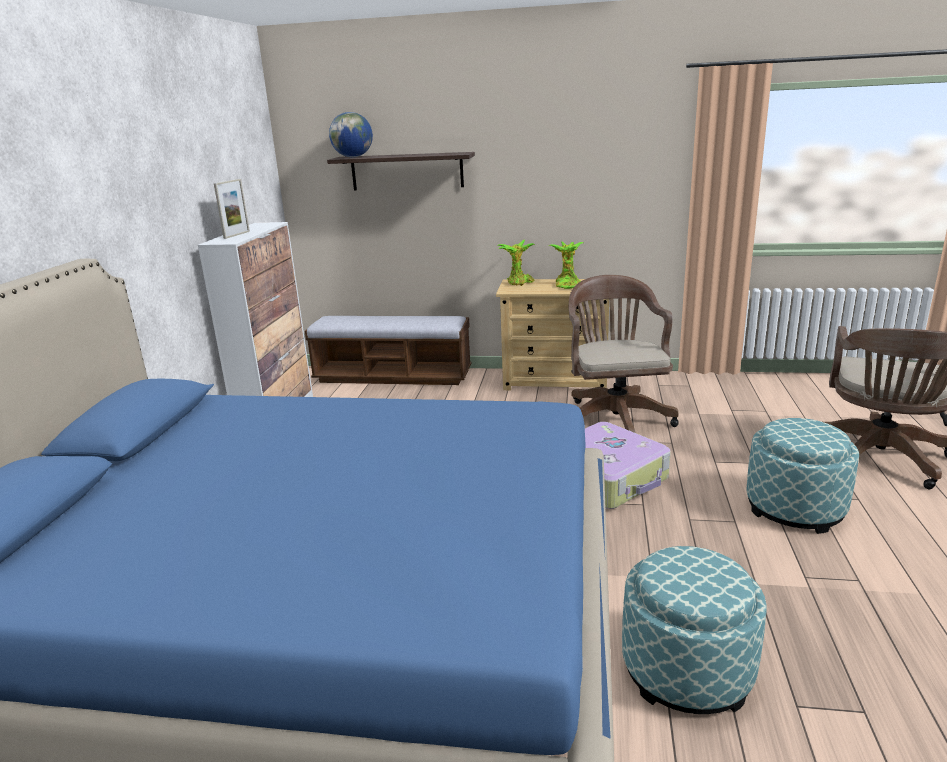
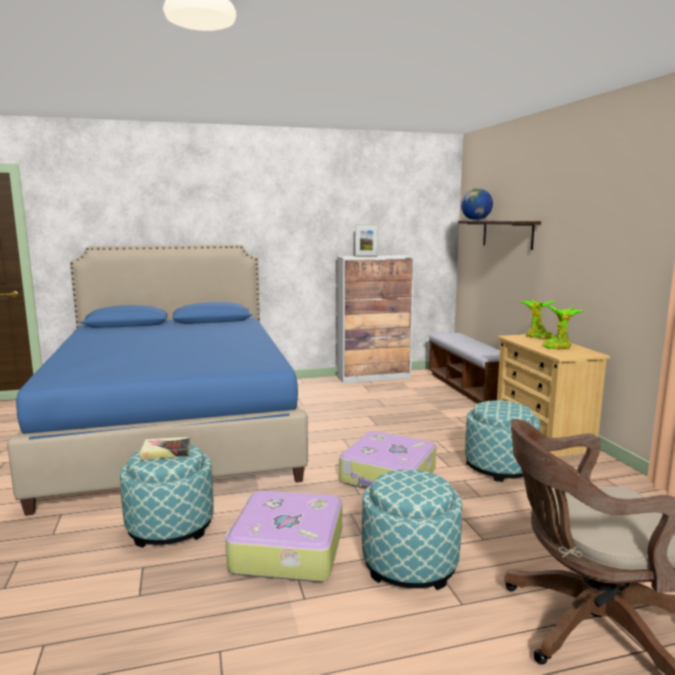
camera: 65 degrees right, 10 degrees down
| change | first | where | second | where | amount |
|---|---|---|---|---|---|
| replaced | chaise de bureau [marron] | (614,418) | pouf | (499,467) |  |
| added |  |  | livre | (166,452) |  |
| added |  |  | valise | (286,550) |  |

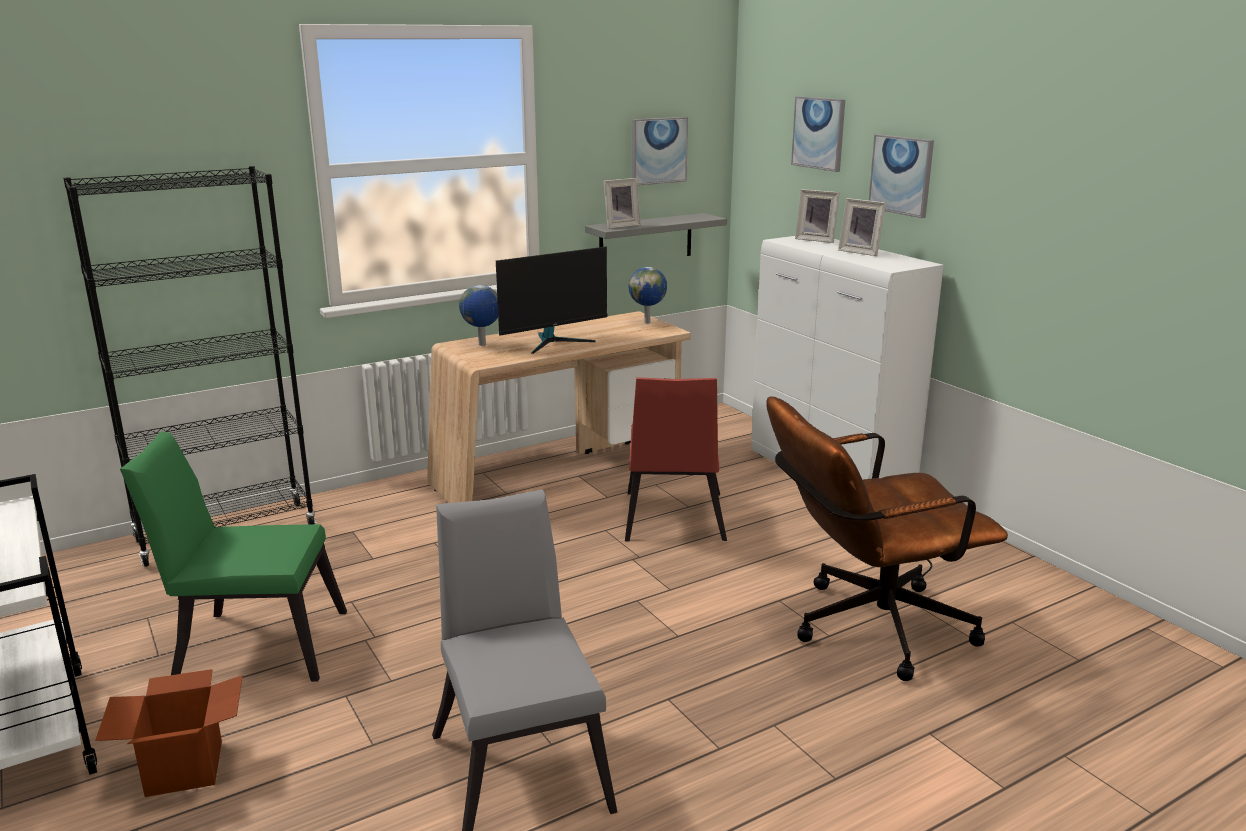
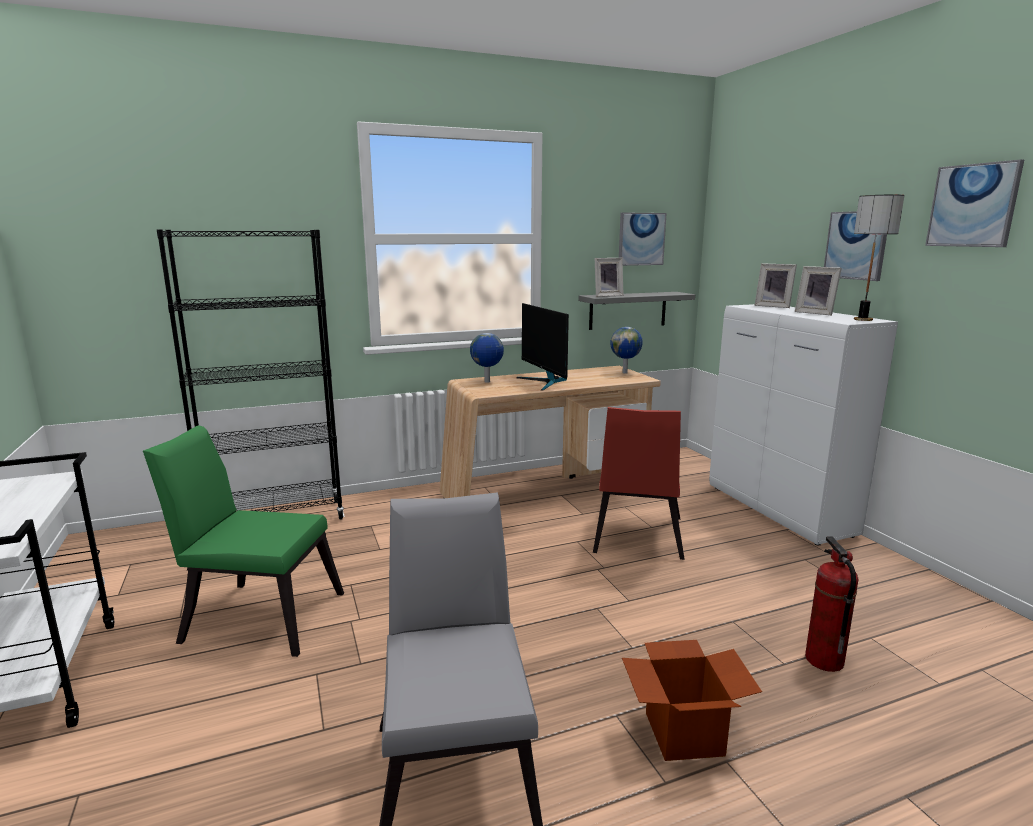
camera: 10 degrees right, 5 degrees down
| change | first | where | second | where | amount |
|---|---|---|---|---|---|
| moved | tableau | (819,133) |  | (973,205) |  |
| turned | écran d'ordinateur | (553,342) |  | (545,382) | 90 degrees clockwise |
| replaced | chaise de bureau [marron] | (866,628) | extincteur | (823,660) |  |
| moved | carton | (185,768) |  | (684,734) |  |
| added |  |  | lampe de table | (863,319) |  |

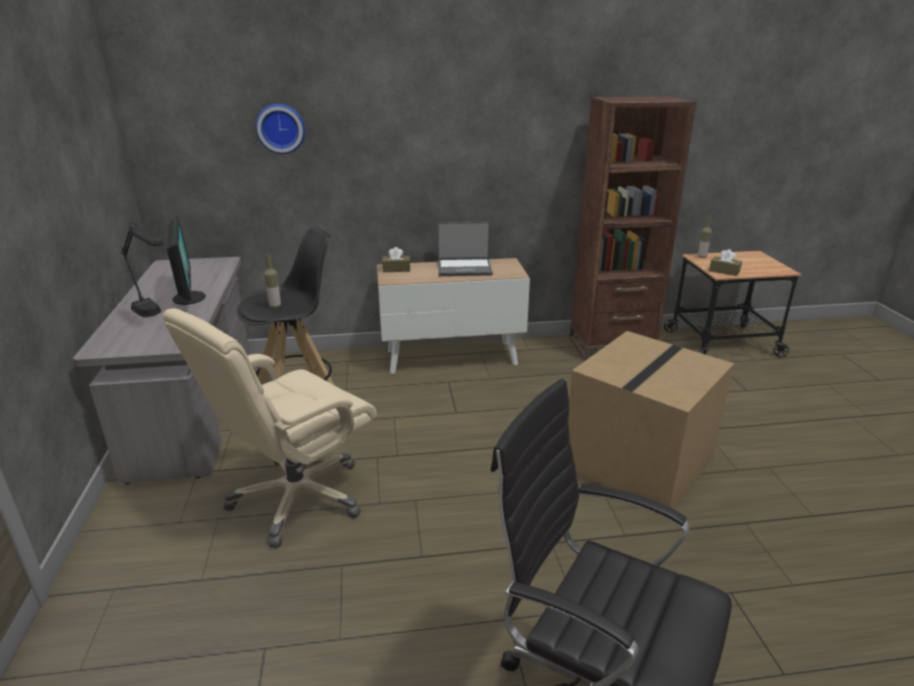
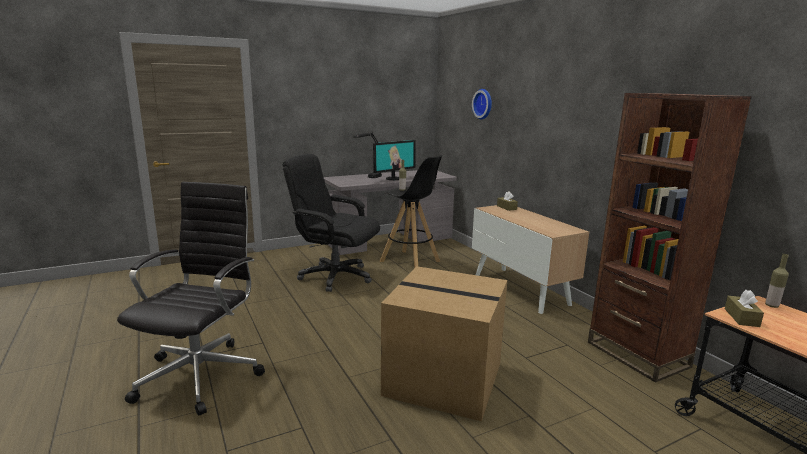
camera: 70 degrees right, 10 degrees down
| change | first | where | second | where | amount |
|---|---|---|---|---|---|
| removed | ordinateur portable | (464,268) |  |  |  |
| recoloured | chaise de bureau [beige] | (297,499) | chaise de bureau [noir] | (335,276) |  |

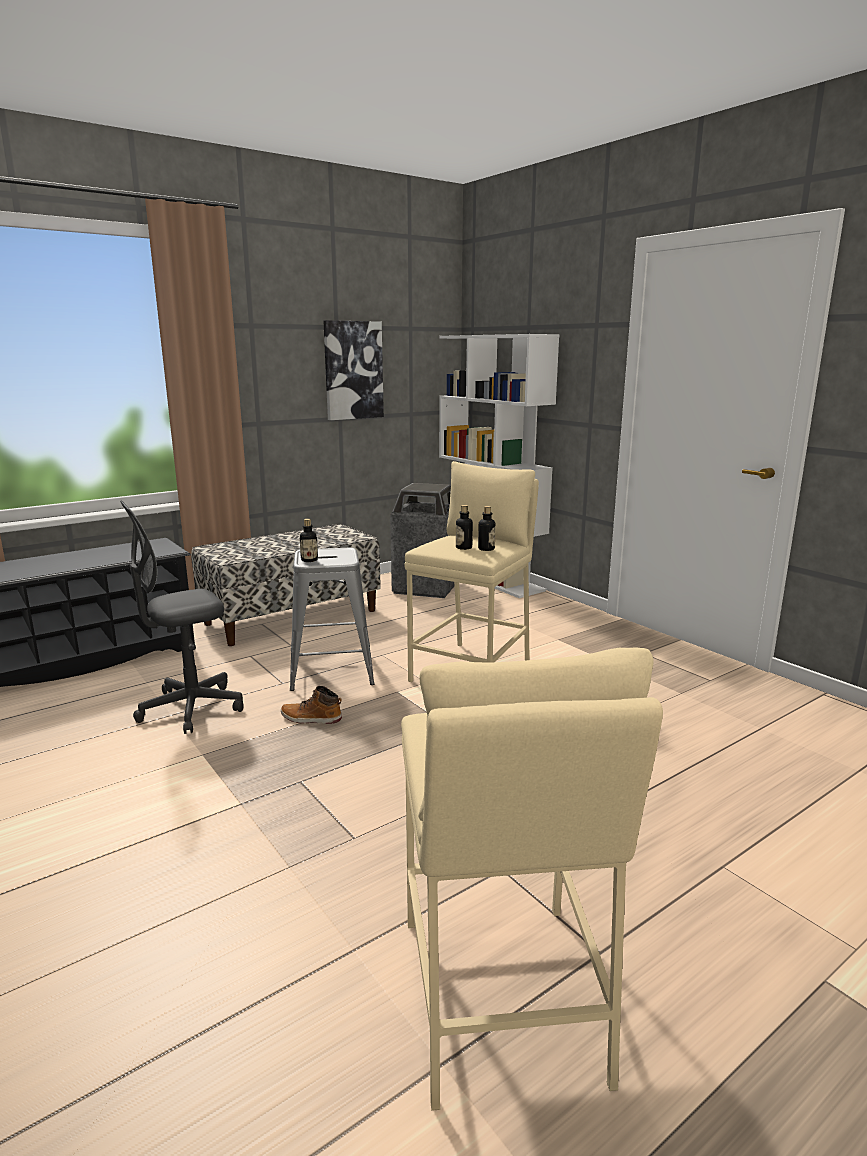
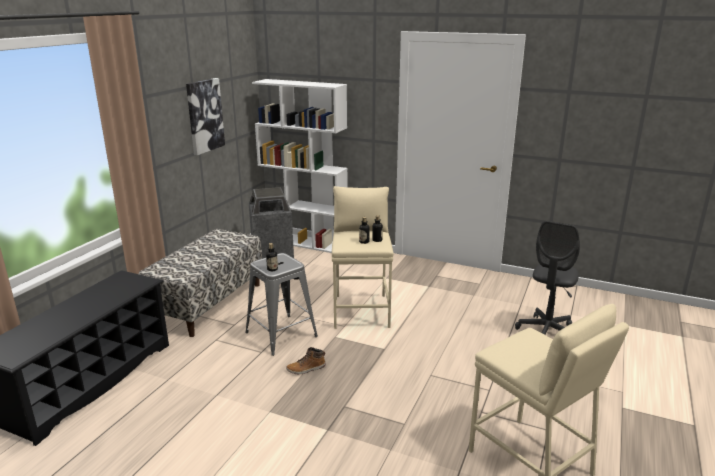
camera: 30 degrees left, 5 degrees up
| change | first | where | second | where | amount |
|---|---|---|---|---|---|
| moved | chaise de bureau [gris] | (191,708) |  | (546,332) |  |

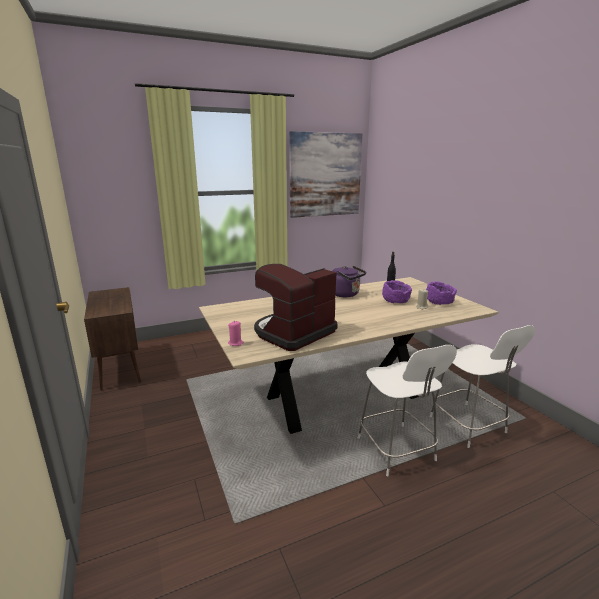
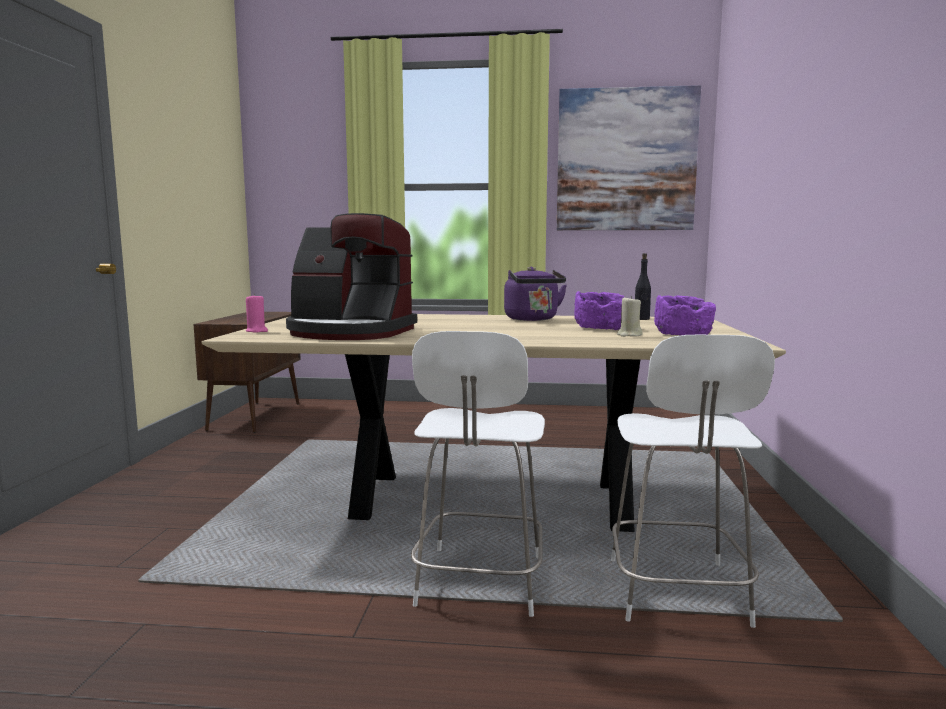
camera: 30 degrees right, 10 degrees down
| change | first | where | second | where | amount |
|---|---|---|---|---|---|
| turned | machine à café | (293,333) |  | (350,332) | 150 degrees counterclockwise |

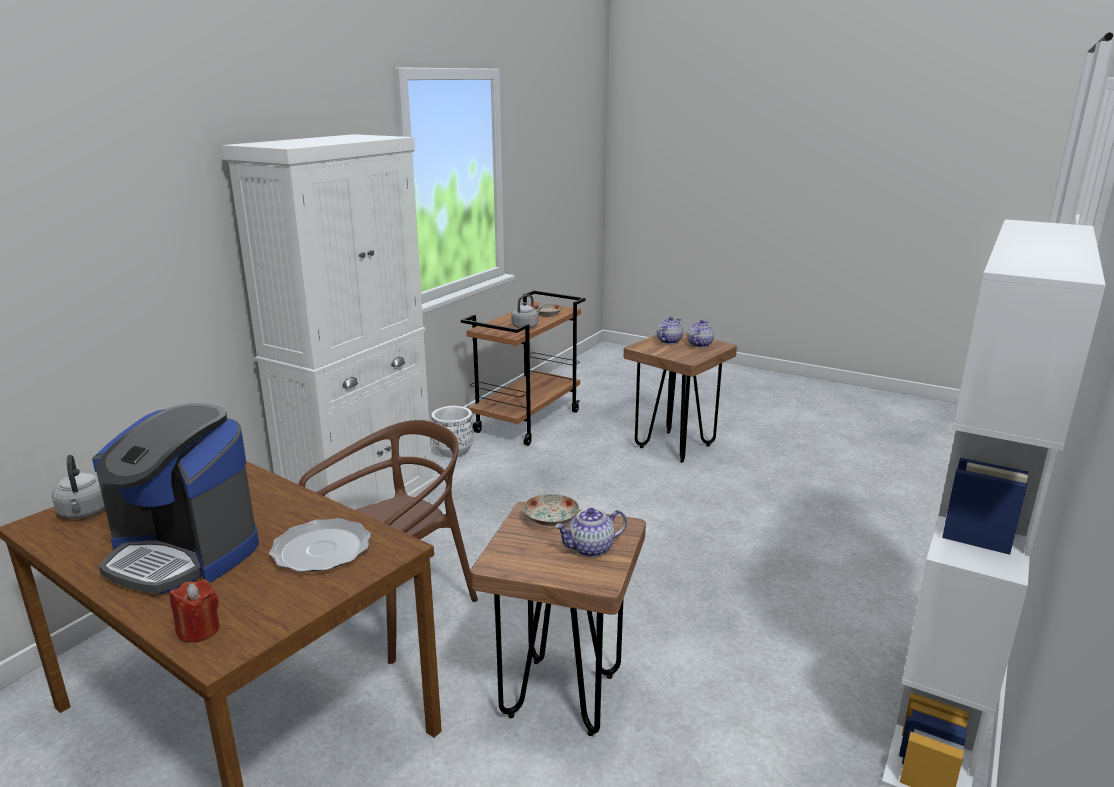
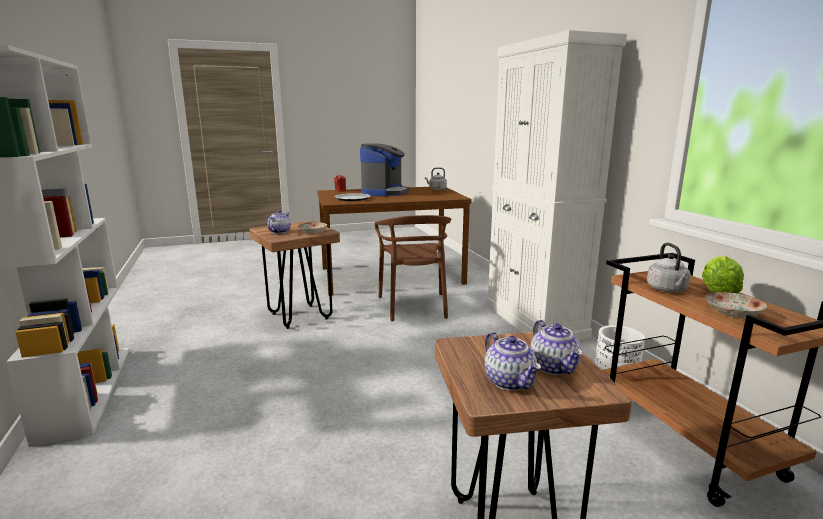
camera: 130 degrees right, 5 degrees down
| change | first | where | second | where | amount |
|---|---|---|---|---|---|
| turned | machine à café | (184,554) |  | (384,192) | 135 degrees clockwise |
| added |  |  | laitue | (717,291) |  |

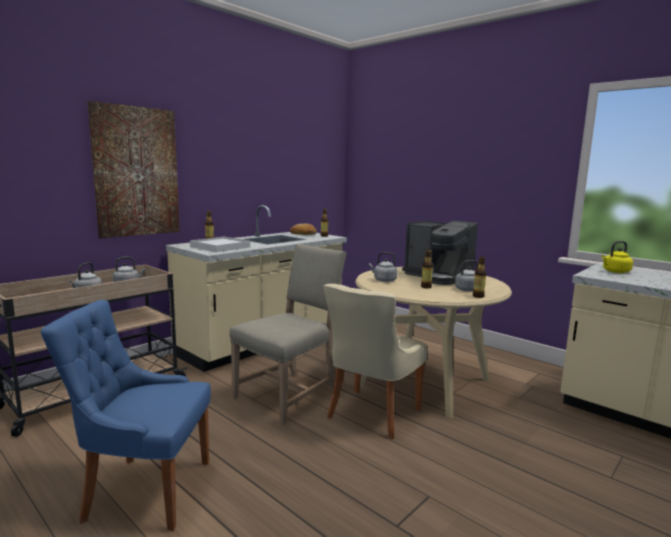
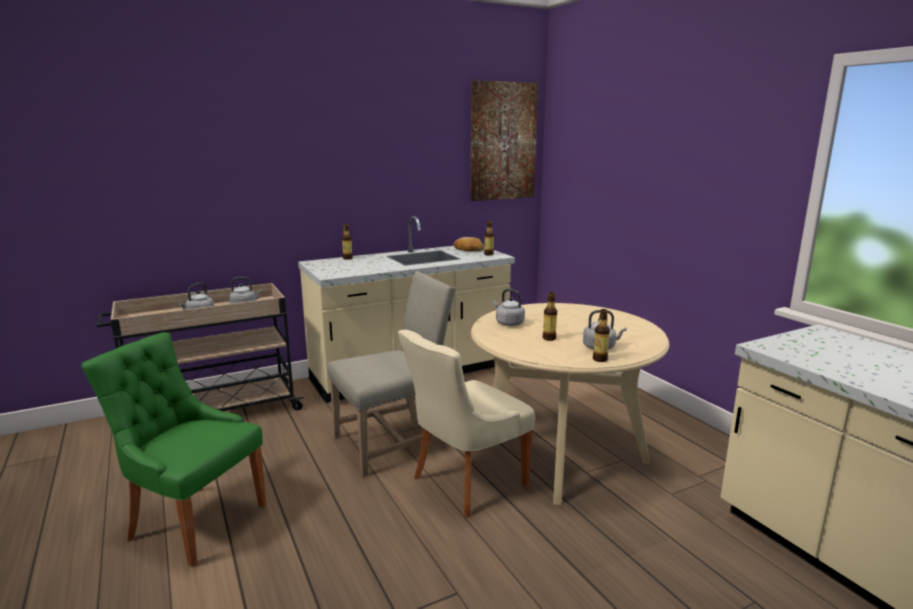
camera: 20 degrees right, 5 degrees up
| change | first | where | second | where | amount |
|---|---|---|---|---|---|
| moved | tableau | (136,172) |  | (503,141) |  |
| removed | machine à café | (438,277) |  |  |  |
| removed | plateau [blanc] | (220,247) |  |  |  |
| removed | bouilloire [jaune] | (615,272) |  |  |  |
| recoloured | chaise [bleu] | (144,490) | chaise [vert] | (194,521) |  |

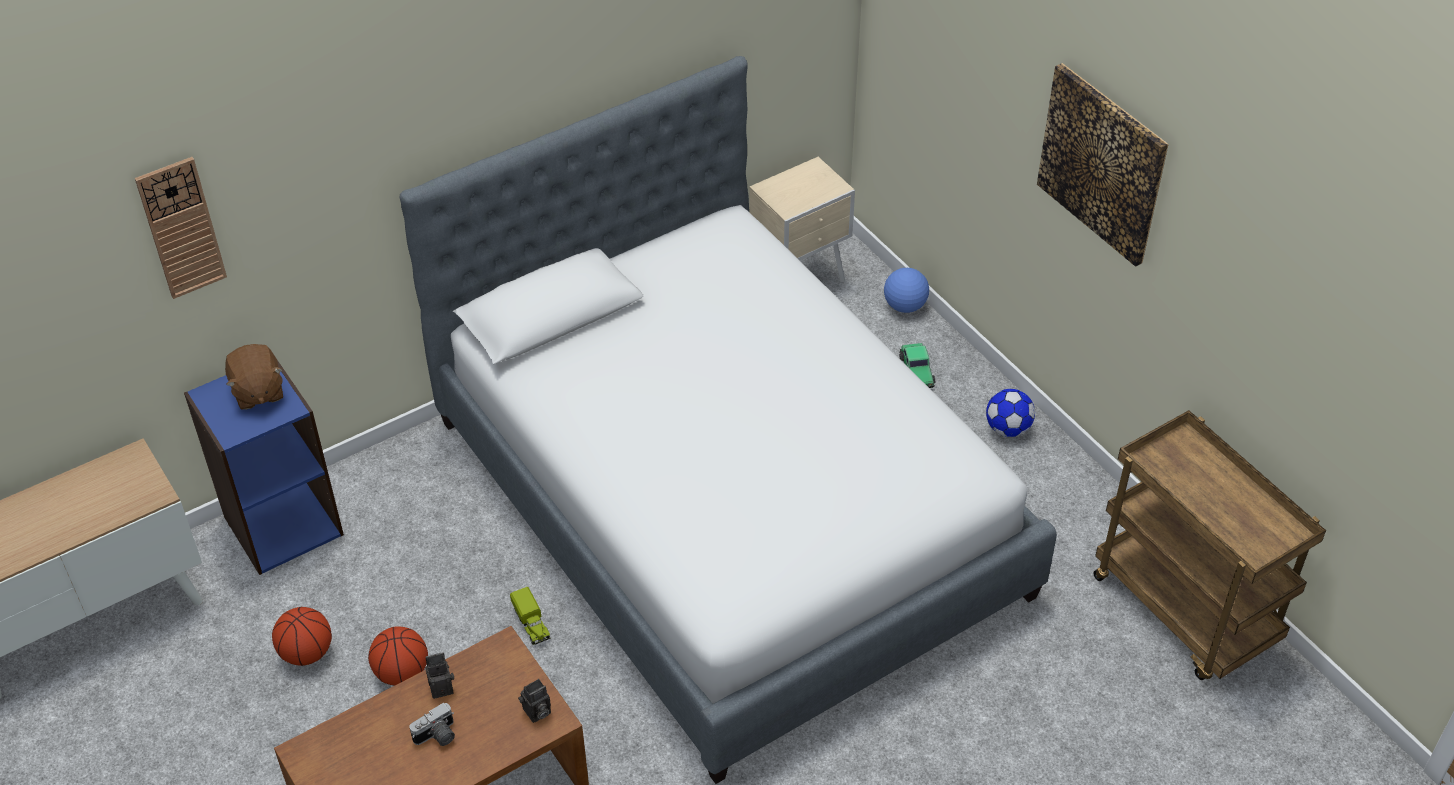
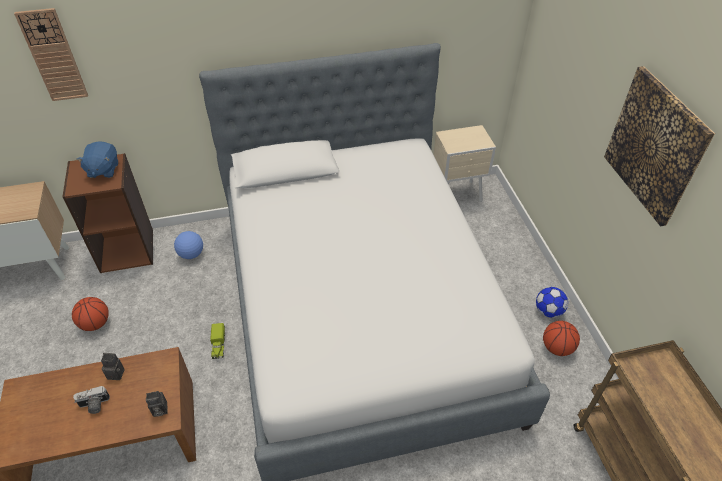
camera: 20 degrees right, 0 degrees up
| change | first | where | second | where | amount |
|---|---|---|---|---|---|
| moved | ballon de foot | (905,306) |  | (191,254) |  |
| removed | petite voiture | (916,371) |  |  |  |
| recoloured | peluche [marron] | (257,392) | peluche [bleu] | (103,170) |  |
| recoloured | bibliothèque [bleu] | (283,524) | bibliothèque [marron] | (127,250) |  |
| moved | ballon de basket | (401,673) |  | (556,348) |  |

